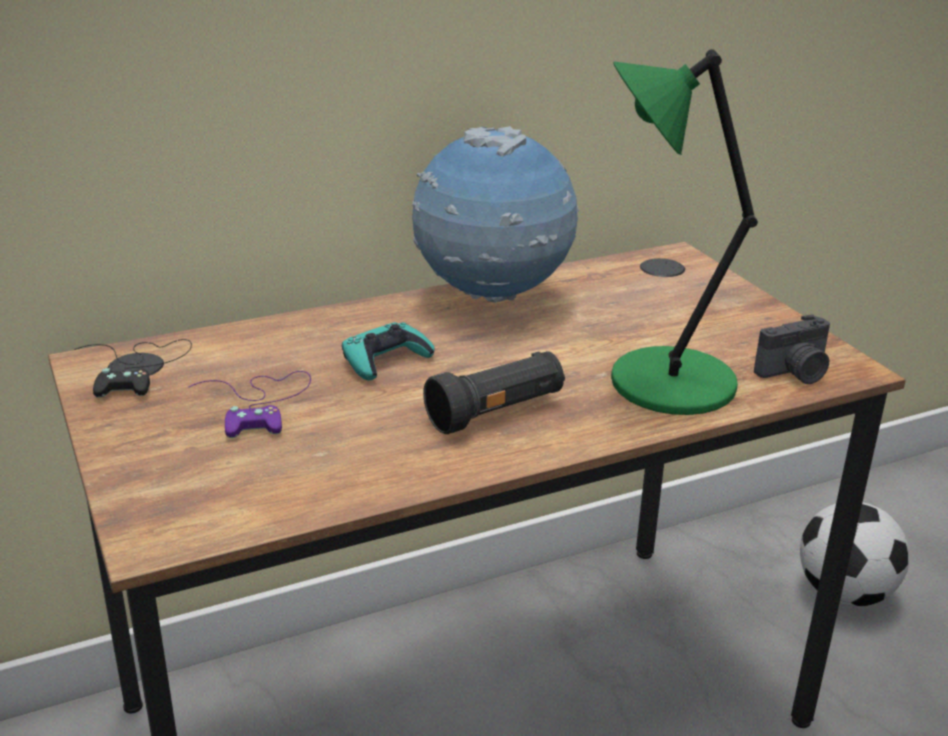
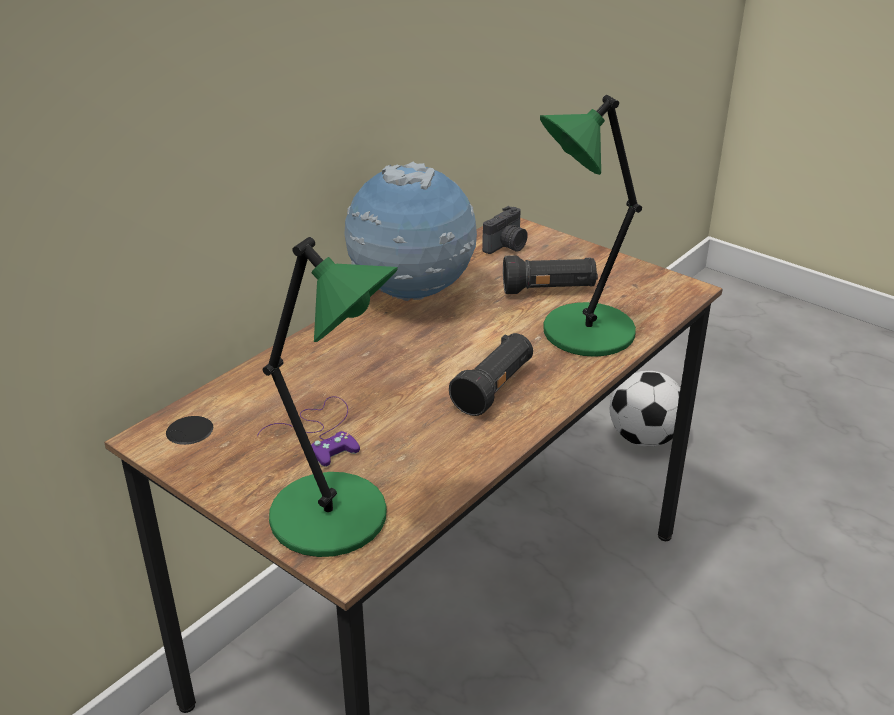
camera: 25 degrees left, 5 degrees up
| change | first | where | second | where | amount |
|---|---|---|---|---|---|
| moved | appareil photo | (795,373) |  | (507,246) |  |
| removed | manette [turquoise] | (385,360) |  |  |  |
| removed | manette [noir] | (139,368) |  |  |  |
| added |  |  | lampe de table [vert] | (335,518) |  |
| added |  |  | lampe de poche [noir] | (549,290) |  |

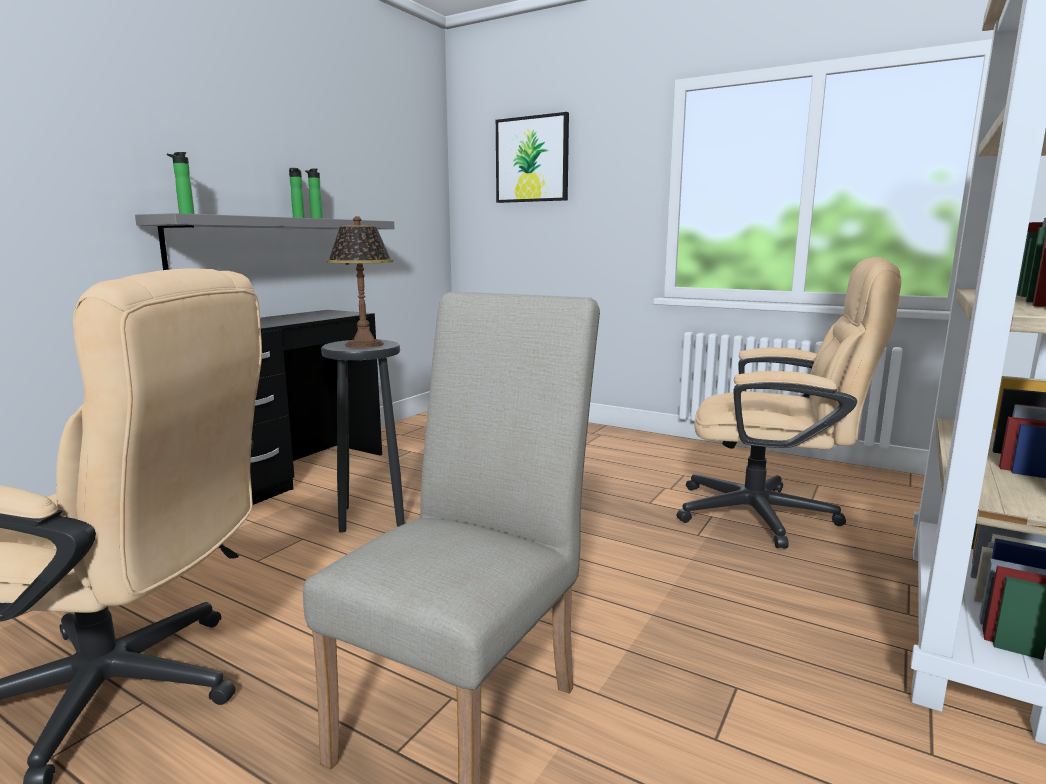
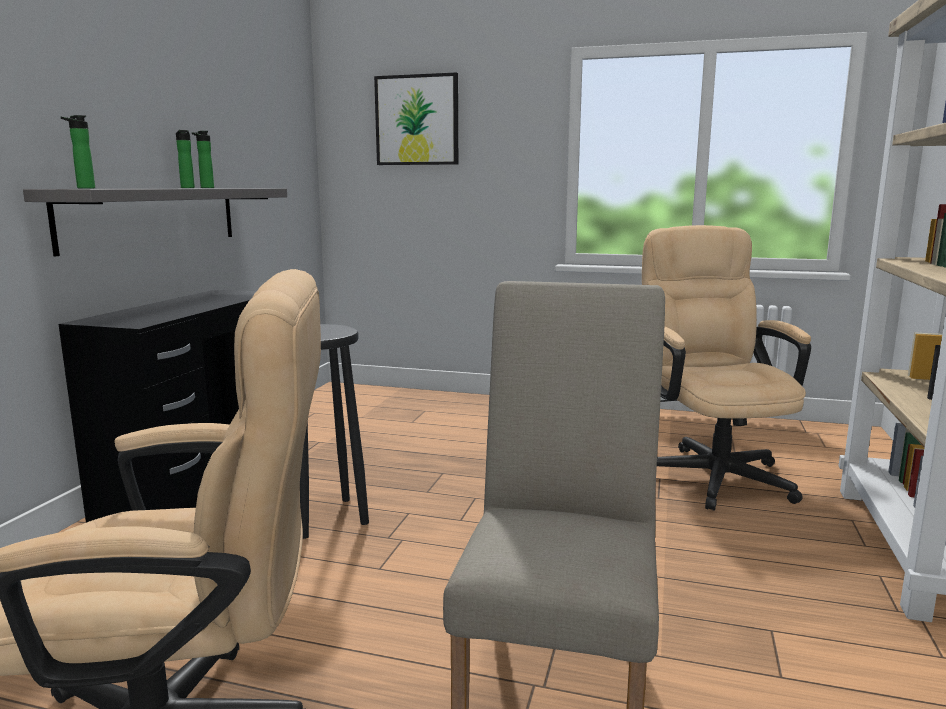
camera: 15 degrees left, 0 degrees up
| change | first | where | second | where | amount |
|---|---|---|---|---|---|
| removed | lampe de table | (364,344) |  |  |  |
| turned | chaise de bureau [beige] | (771,516) |  | (710,472) | 105 degrees counterclockwise |

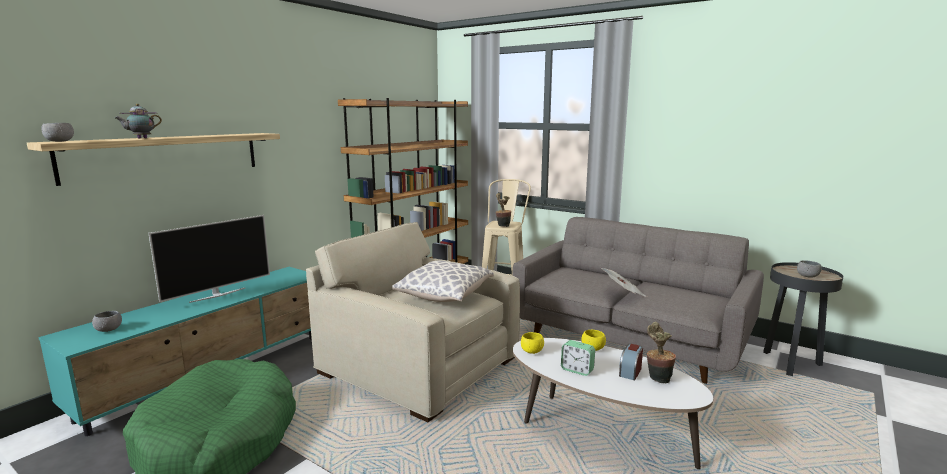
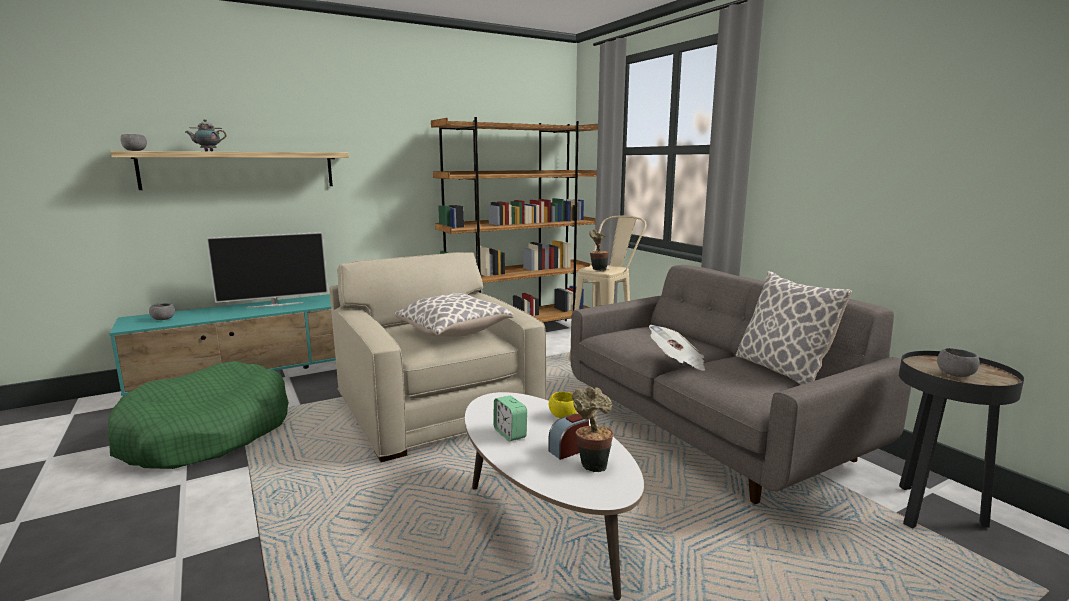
camera: 25 degrees right, 0 degrees up
| change | first | where | second | where | amount |
|---|---|---|---|---|---|
| removed | bol [jaune] | (532,351) |  |  |  |
| added |  |  | coussin | (781,370) |  |

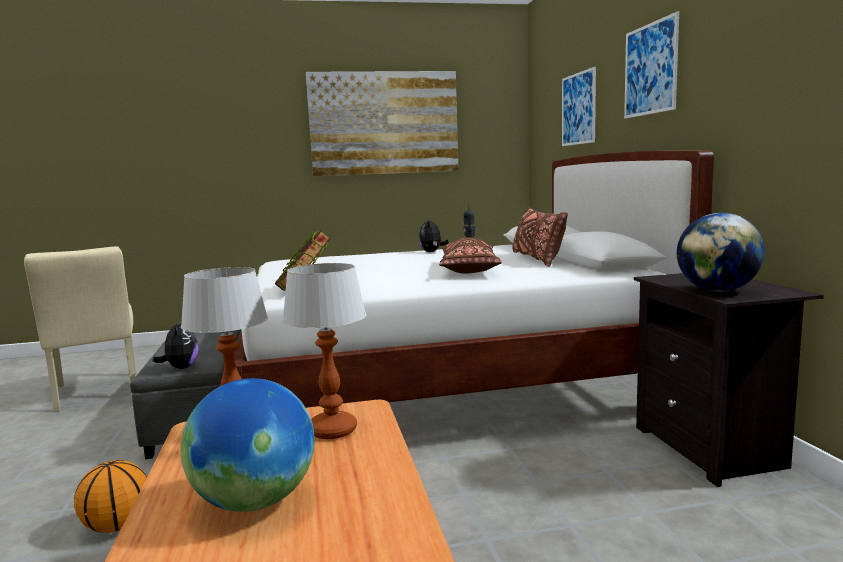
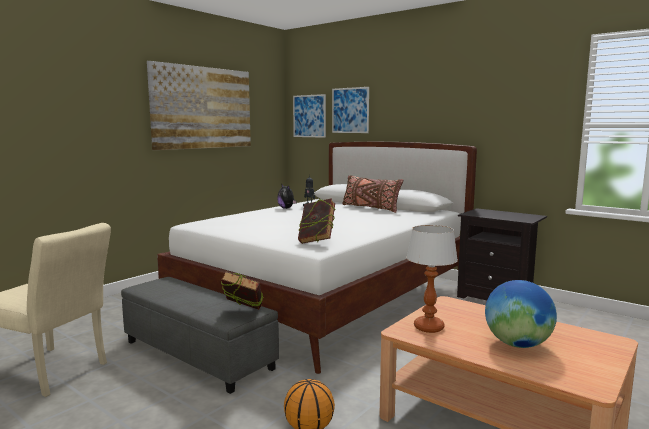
camera: 40 degrees left, 0 degrees up
| change | first | where | second | where | amount |
|---|---|---|---|---|---|
| moved | tableau | (650,69) |  | (309,116) |  |
| removed | globe | (717,290) |  |  |  |
| removed | coussin [marron] | (469,269) |  |  |  |
| removed | lampe de table | (333,430) |  |  |  |
| replaced | peluche | (181,368) | livre | (243,314) |  |

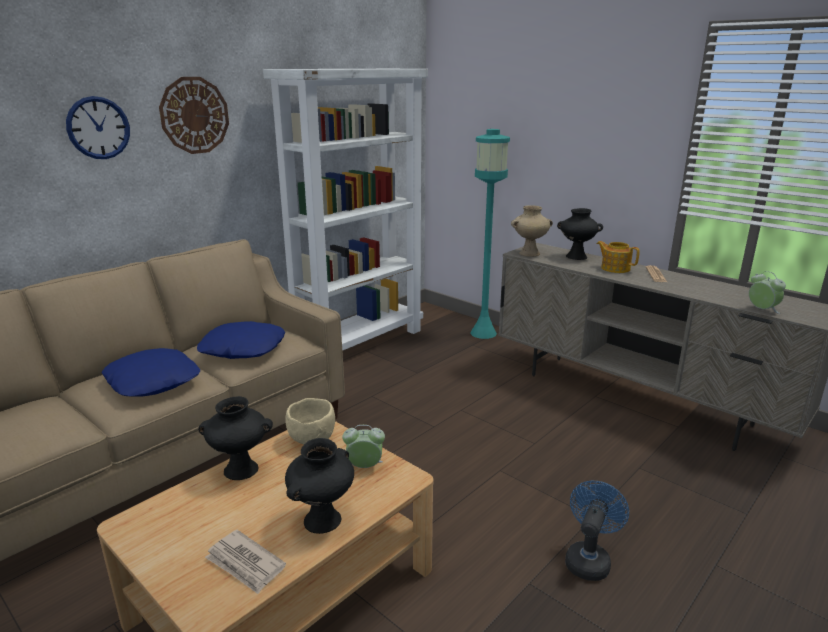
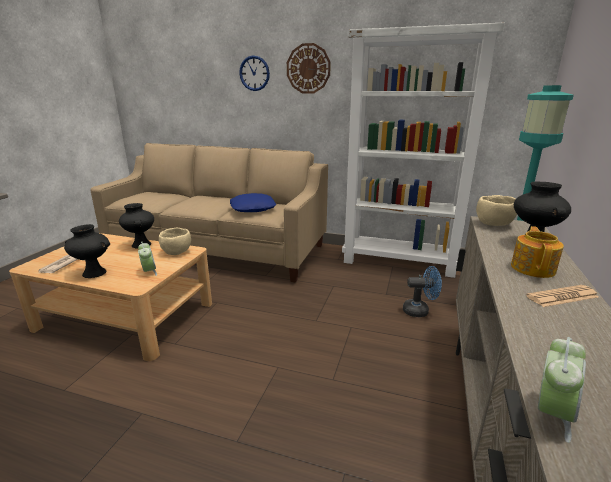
camera: 65 degrees right, 0 degrees up
| change | first | where | second | where | amount |
|---|---|---|---|---|---|
| replaced | vase [beige] | (529,253) | bol [beige] | (494,224) |  |
| removed | coussin [bleu] | (153,381) |  |  |  |
| moved | ventilateur [bleu] | (589,559) |  | (420,311) |  |

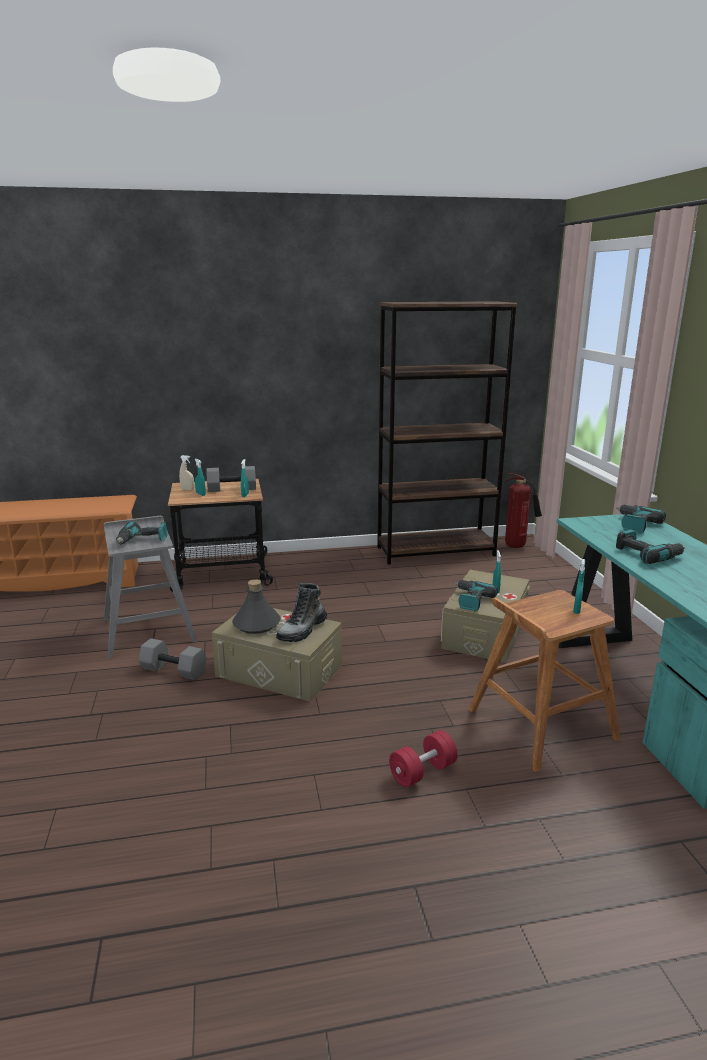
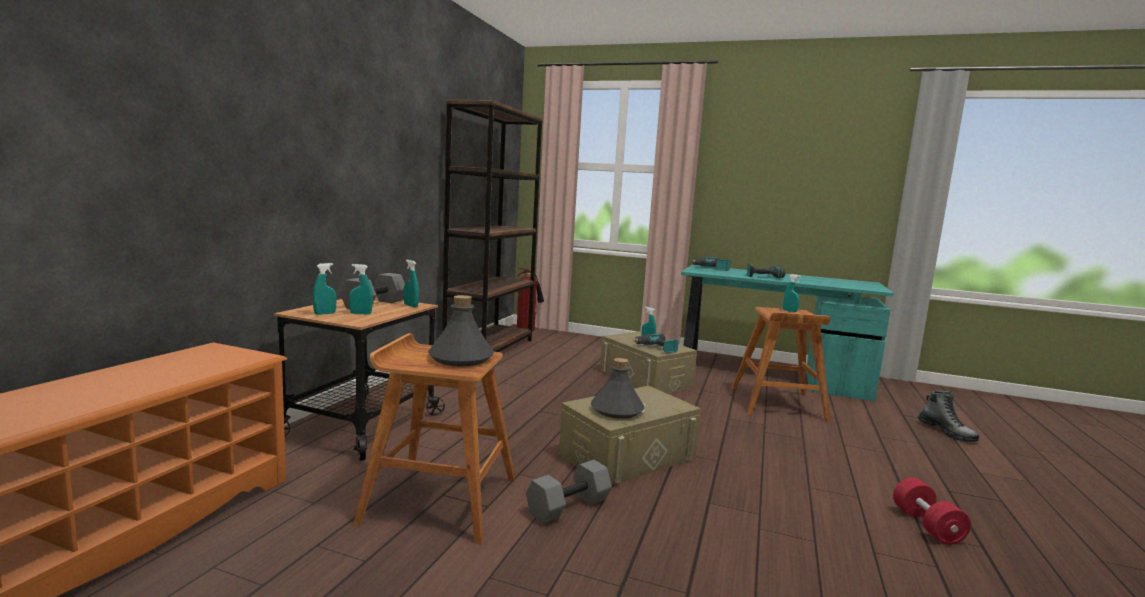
camera: 60 degrees left, 10 degrees down
| change | first | where | second | where | amount |
|---|---|---|---|---|---|
| recoloured | vaporisateur [beige] | (187,489) | vaporisateur [turquoise] | (325,313) |  |
| recoloured | tabouret [gris] | (149,629) | tabouret [marron] | (439,499) |  |
| replaced | perceuse | (142,540) | bouteille [gris] | (460,358) |  |
| moved | botte | (302,630) |  | (946,432) |  |
| moved | haltère [rouge] | (422,772) |  | (926,526) |  |

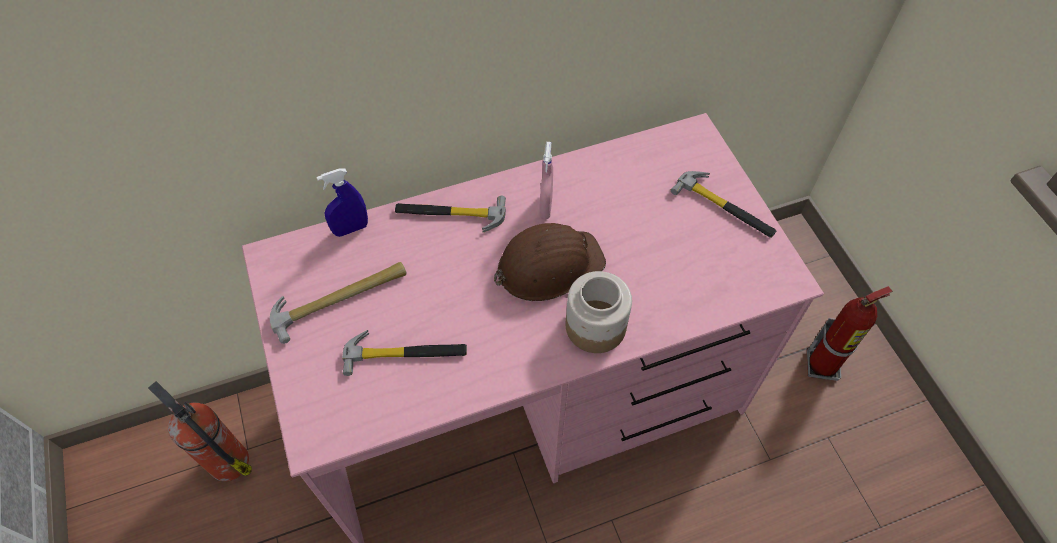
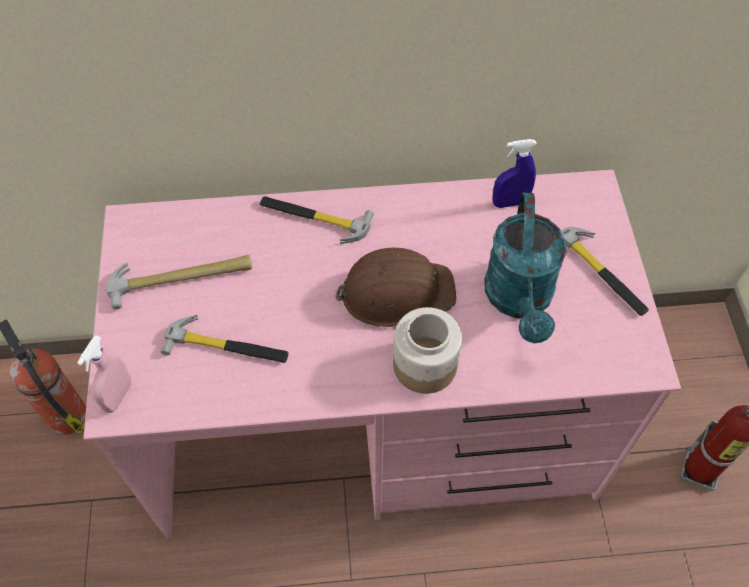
camera: 15 degrees right, 0 degrees up
| change | first | where | second | where | amount |
|---|---|---|---|---|---|
| moved | vaporisateur [rose] | (545,207) |  | (118,396) |  |
| moved | vaporisateur [bleu] | (351,229) |  | (510,203) |  |
| added |  |  | arrosoir [turquoise] | (520,300) |  |

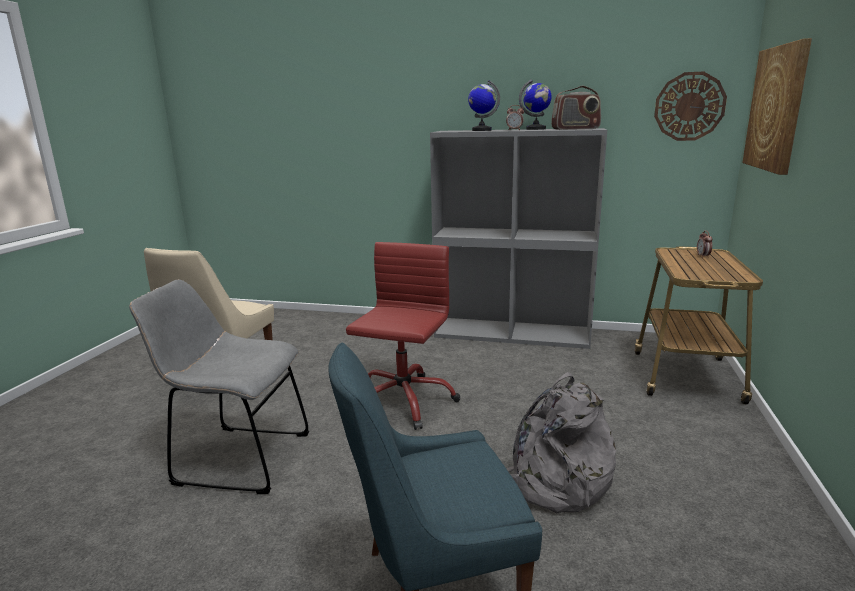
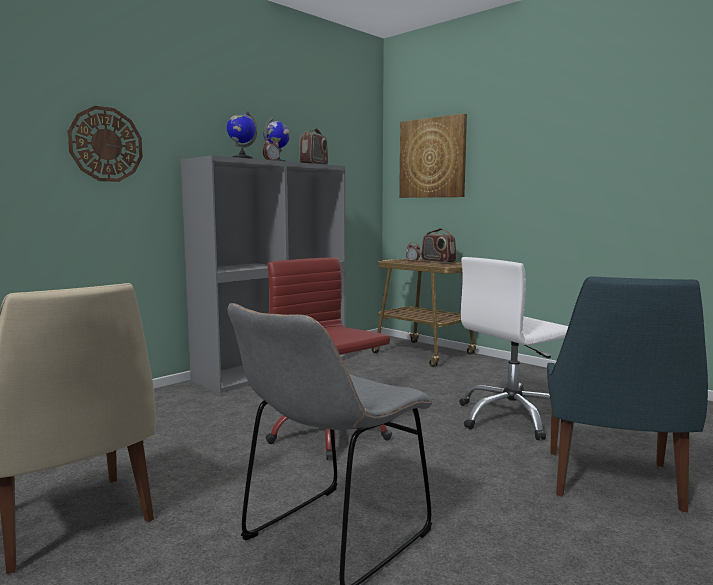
camera: 60 degrees left, 10 degrees down
| change | first | where | second | where | amount |
|---|---|---|---|---|---|
| moved | horloge murale | (689,106) |  | (106,144) |  |
| replaced | sac à dos [gris] | (551,483) | chaise de bureau [blanc] | (511,418) |  |
| added |  |  | radio | (438,261) |  |

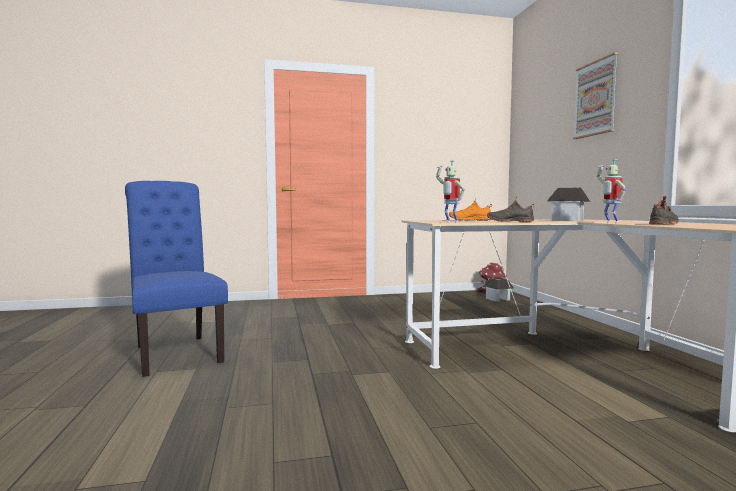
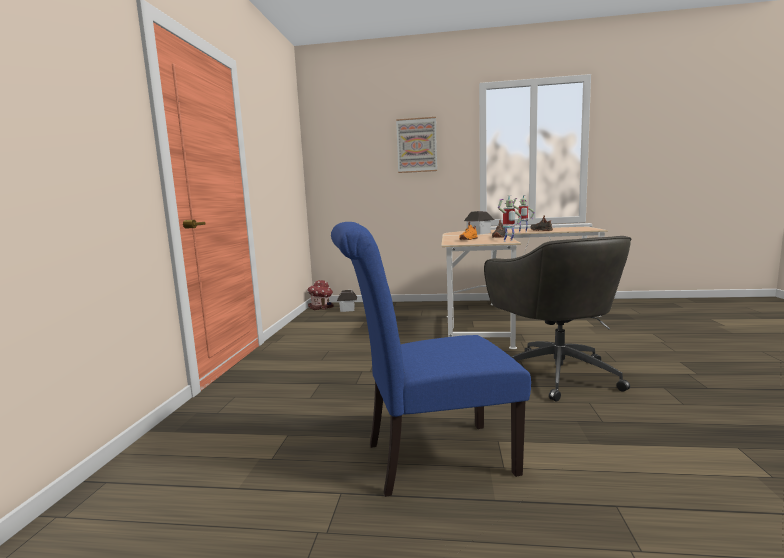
camera: 70 degrees left, 5 degrees up
| change | first | where | second | where | amount |
|---|---|---|---|---|---|
| added |  |  | chaise de bureau [gris] | (556,373) |  |

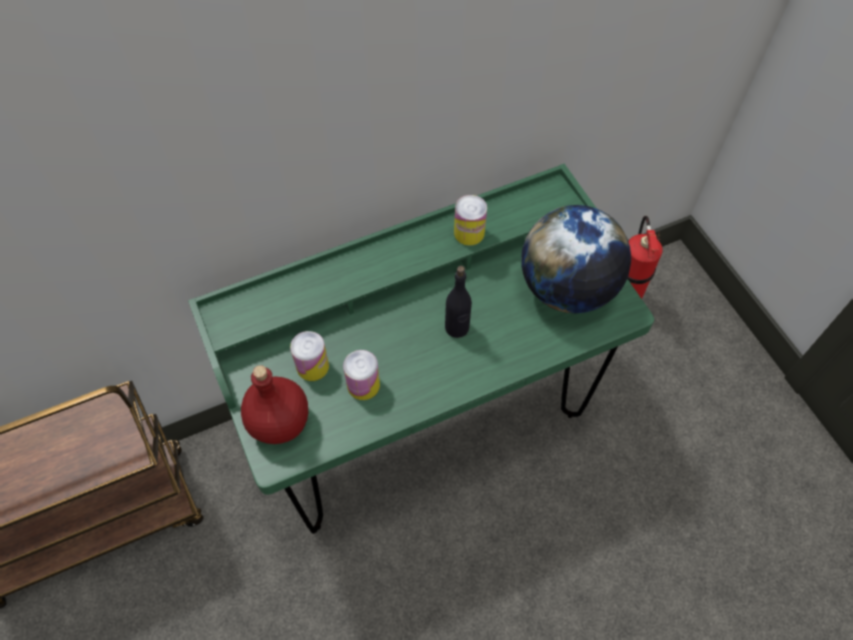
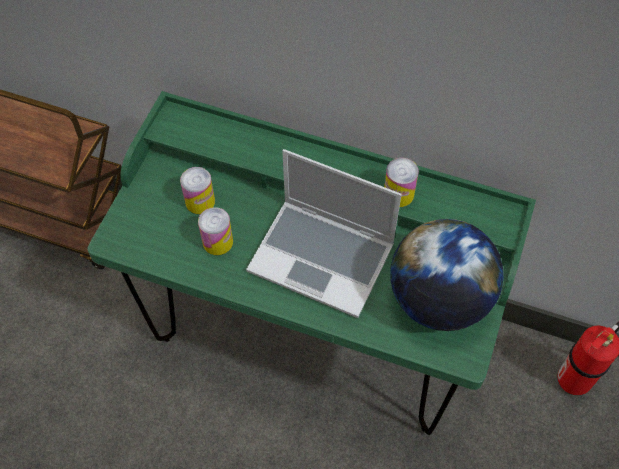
camera: 45 degrees right, 0 degrees up
| change | first | where | second | where | amount |
|---|---|---|---|---|---|
| replaced | bouteille [noir] | (457,328) | ordinateur portable | (323,258) |  |
| removed | bouteille [rouge] | (280,421) |  |  |  |

